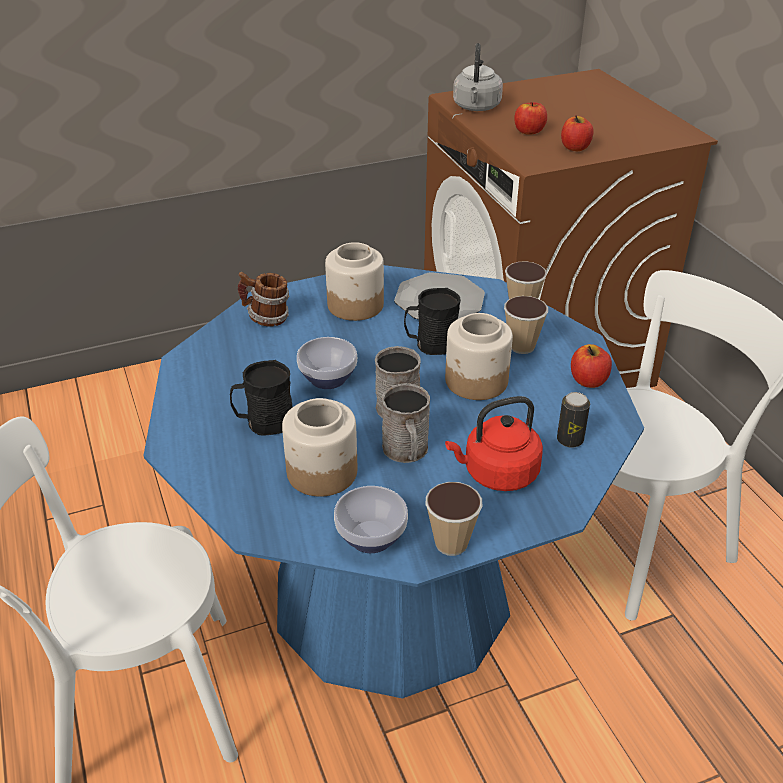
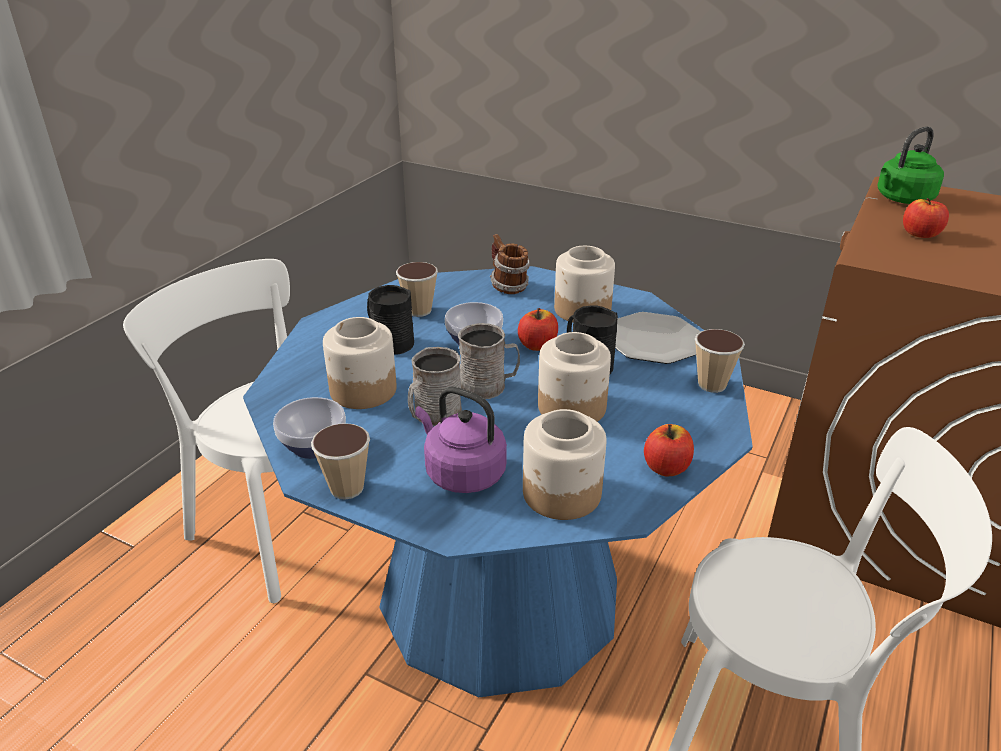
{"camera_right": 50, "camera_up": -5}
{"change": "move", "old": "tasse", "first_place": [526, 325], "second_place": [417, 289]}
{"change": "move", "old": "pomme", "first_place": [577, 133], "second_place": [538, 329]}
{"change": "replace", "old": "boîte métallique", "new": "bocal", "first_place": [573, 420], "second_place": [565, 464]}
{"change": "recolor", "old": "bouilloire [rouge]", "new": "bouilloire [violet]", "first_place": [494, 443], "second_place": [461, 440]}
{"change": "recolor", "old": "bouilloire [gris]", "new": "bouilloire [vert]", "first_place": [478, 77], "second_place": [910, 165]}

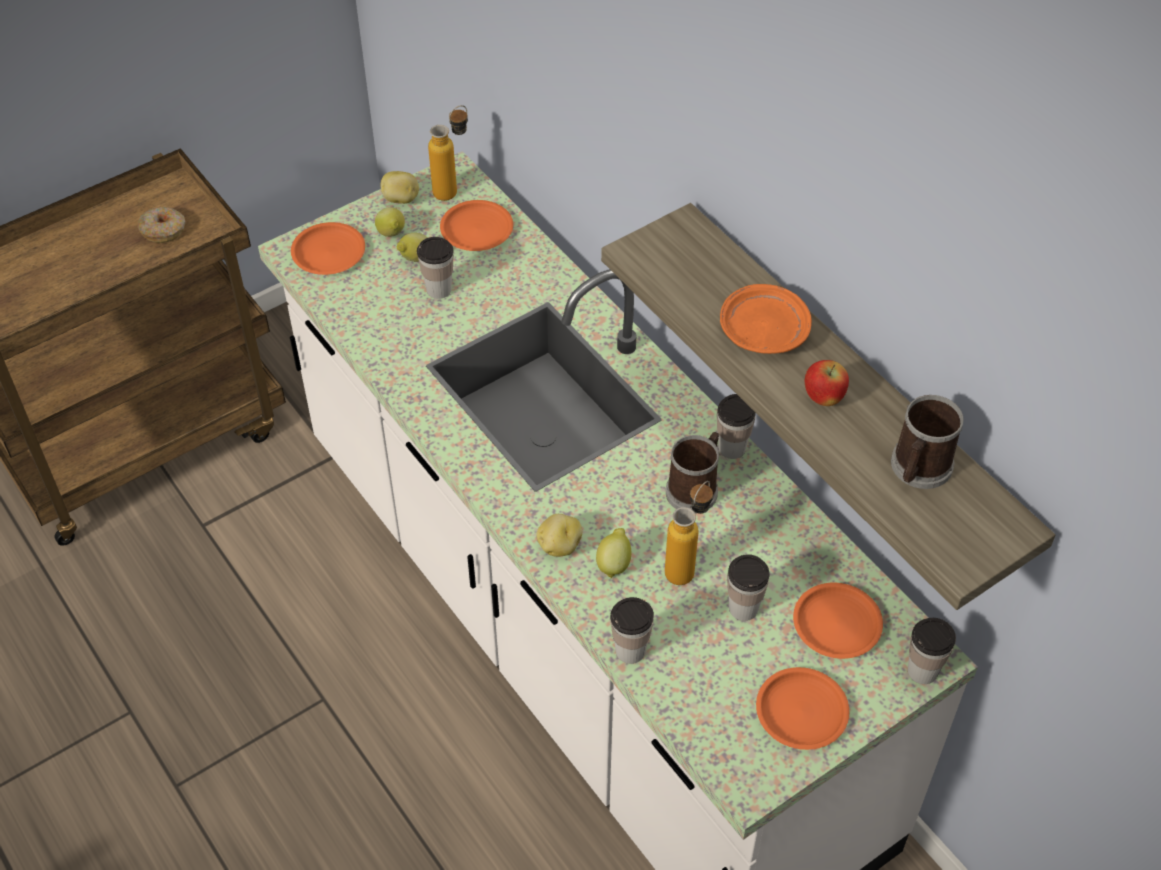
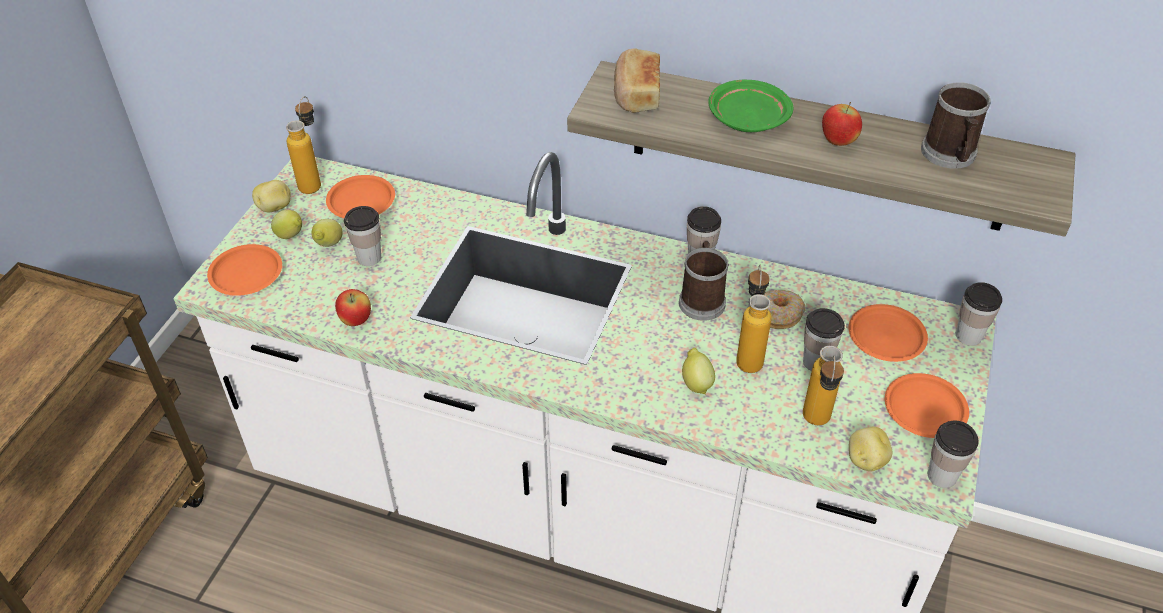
{"camera_right": -35, "camera_up": -5}
{"change": "insert", "new": "pomme", "second_place": [353, 307]}
{"change": "insert", "new": "pain", "second_place": [637, 81]}
{"change": "insert", "new": "bouteille", "second_place": [823, 385]}
{"change": "move", "old": "beignet", "first_place": [161, 224], "second_place": [785, 309]}
{"change": "move", "old": "pomme de terre", "first_place": [559, 535], "second_place": [870, 449]}
{"change": "move", "old": "tasse", "first_place": [632, 630], "second_place": [953, 454]}
{"change": "recolor", "old": "assiette [orange]", "new": "assiette [vert]", "first_place": [766, 319], "second_place": [750, 106]}

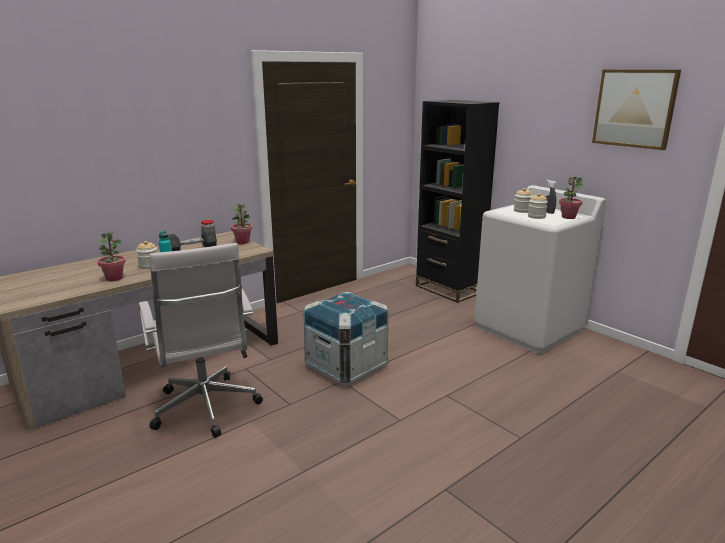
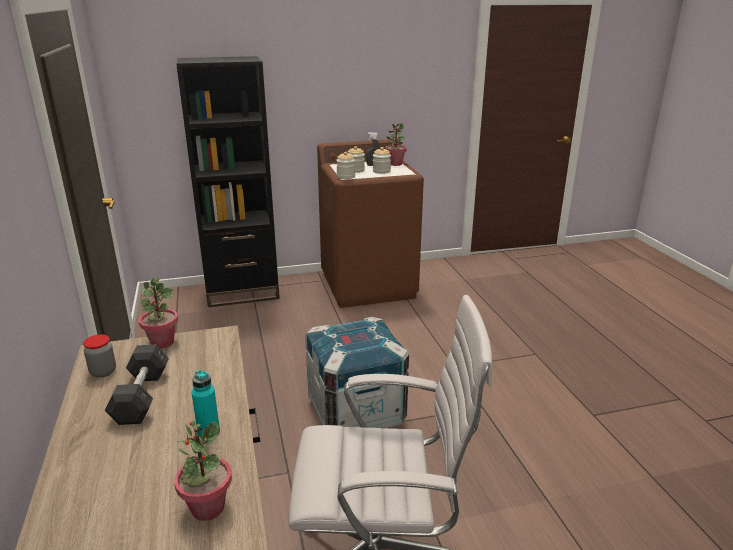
{"camera_right": -65, "camera_up": 5}
{"change": "delete", "old": "tableau", "first_place": [636, 110]}
{"change": "move", "old": "bocal", "first_place": [146, 255], "second_place": [345, 165]}
{"change": "recolor", "old": "lave-linge [blanc]", "new": "lave-linge [marron]", "first_place": [540, 269], "second_place": [370, 223]}

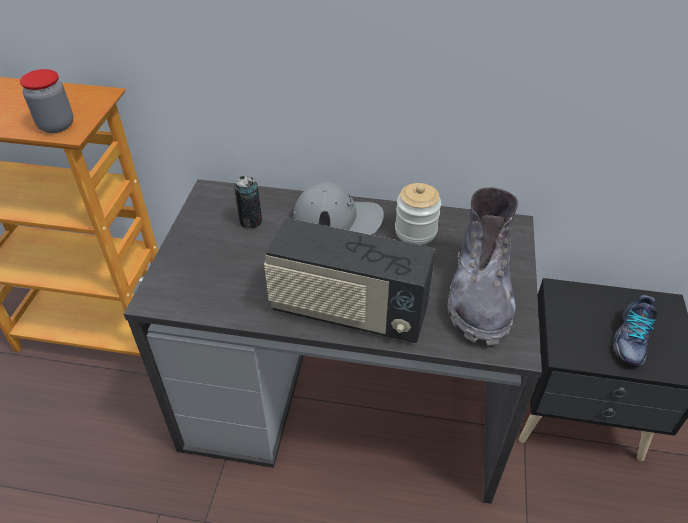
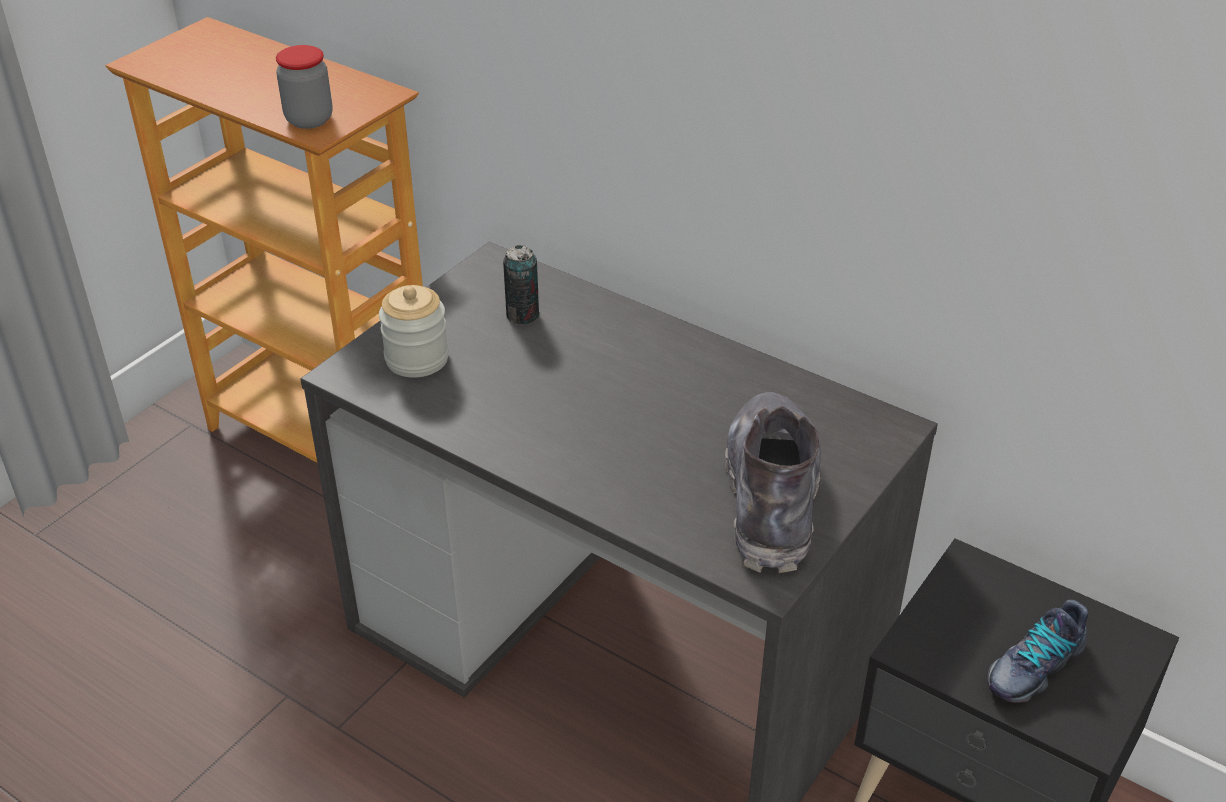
{"camera_right": 25, "camera_up": -5}
{"change": "delete", "old": "radio", "first_place": [350, 280]}
{"change": "delete", "old": "casquette [gris]", "first_place": [338, 208]}
{"change": "move", "old": "bocal", "first_place": [418, 214], "second_place": [414, 331]}
{"change": "rotate", "old": "botte [gris]", "first_place": [483, 267], "second_place": [773, 482], "degrees": 150}

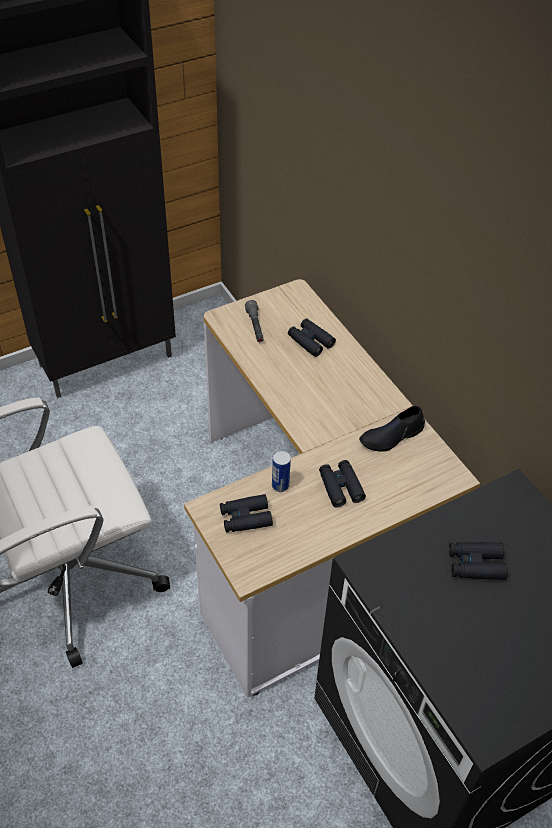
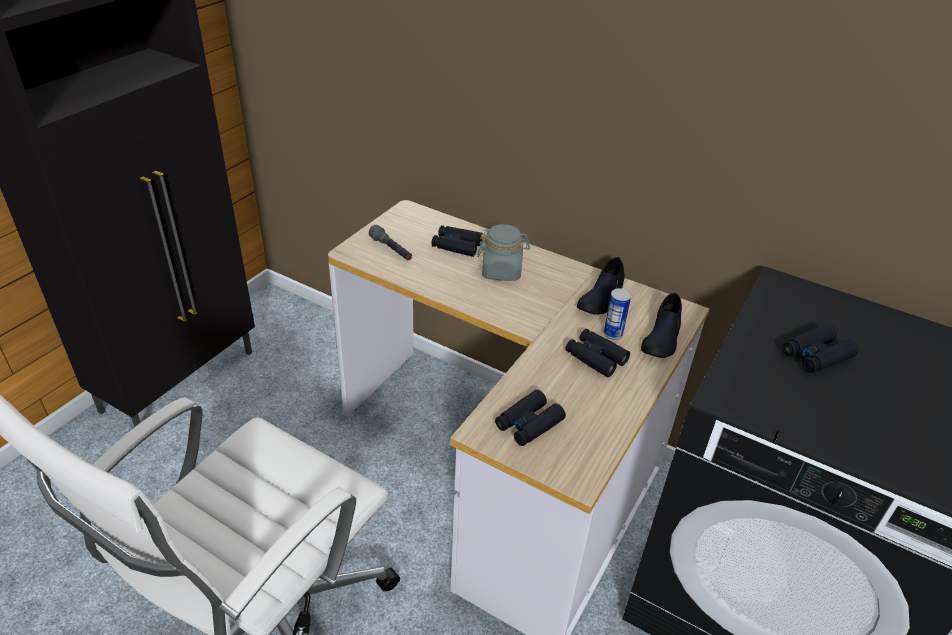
{"camera_right": -30, "camera_up": -10}
{"change": "insert", "new": "bocal [gris]", "second_place": [503, 252]}
{"change": "insert", "new": "chaussure [noir]", "second_place": [661, 325]}
{"change": "move", "old": "boîte métallique", "first_place": [281, 471], "second_place": [617, 314]}

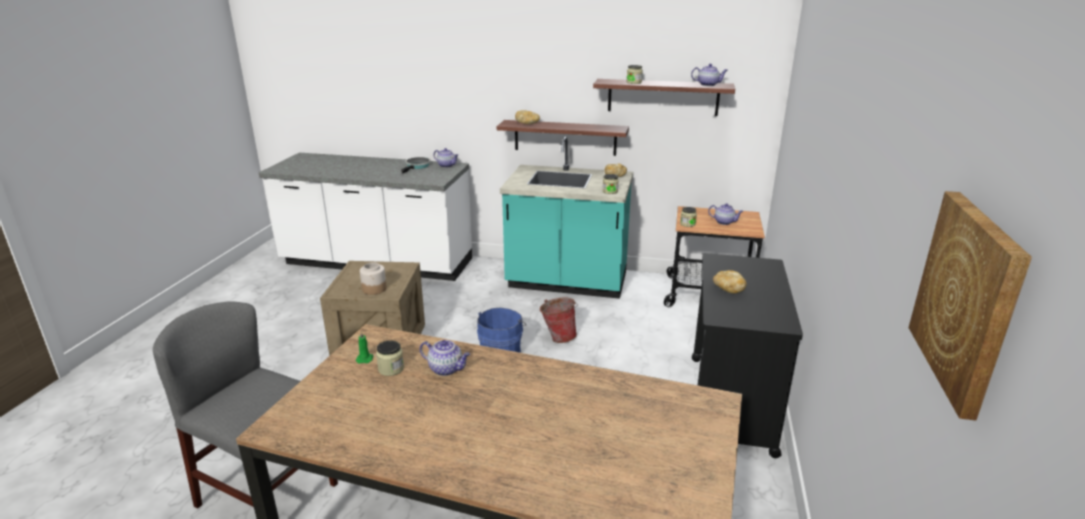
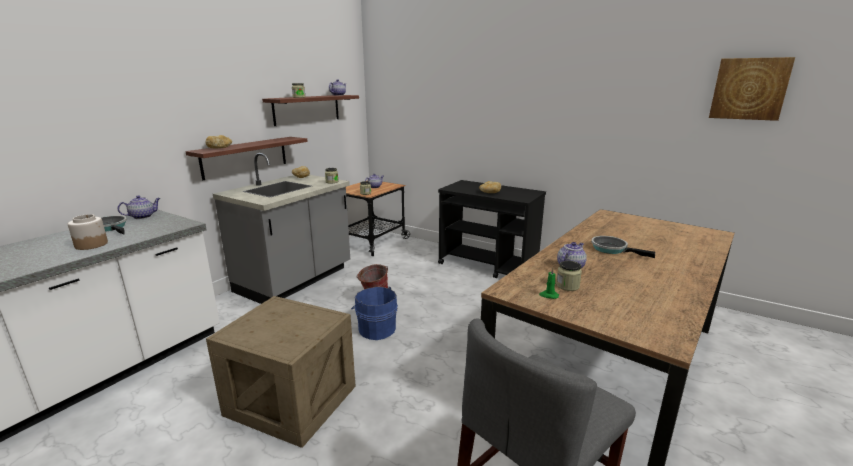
{"camera_right": -70, "camera_up": -5}
{"change": "insert", "new": "poêle", "second_place": [623, 247]}
{"change": "move", "old": "bocal", "first_place": [373, 278], "second_place": [88, 232]}
{"change": "recolor", "old": "comptoir de cuisine [turquoise]", "new": "comptoir de cuisine [gris]", "first_place": [566, 218], "second_place": [281, 228]}

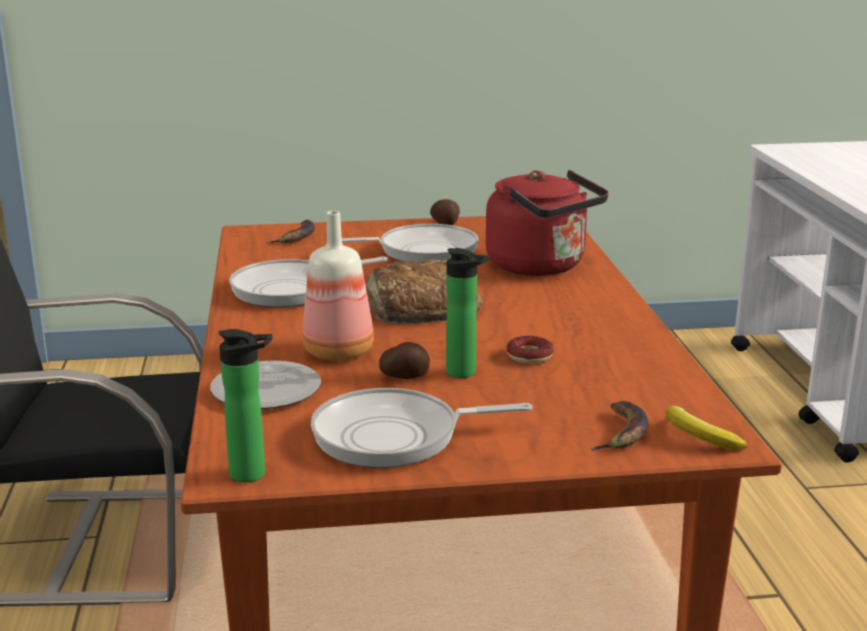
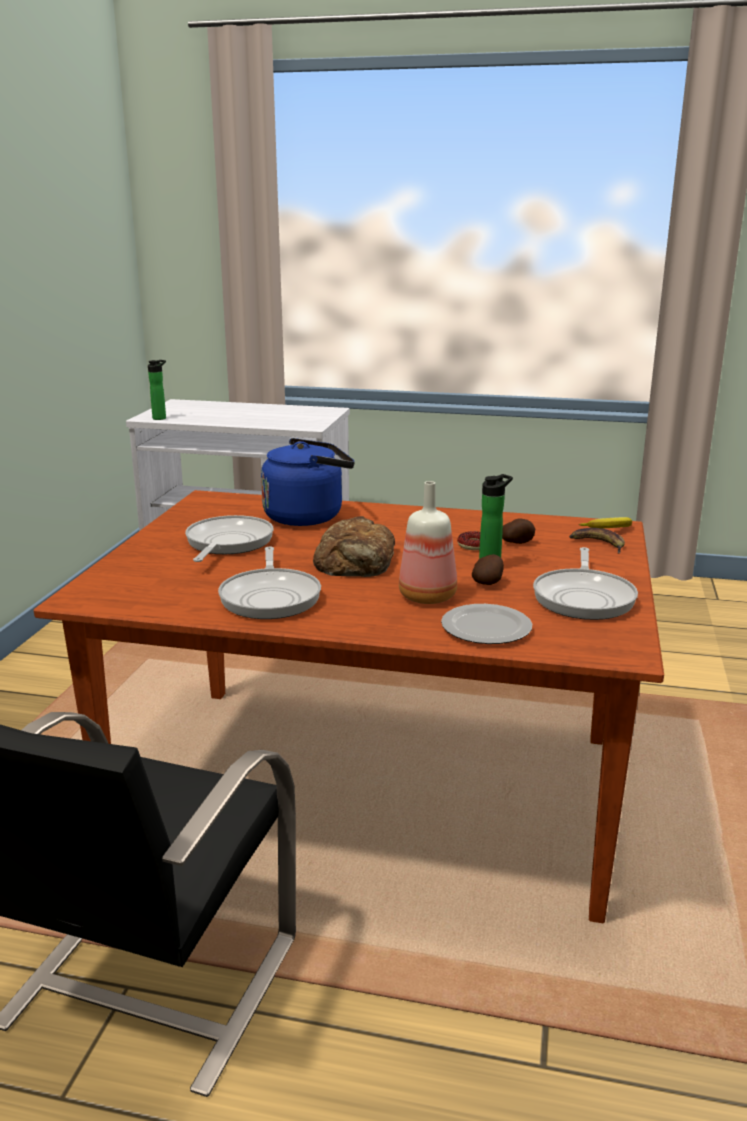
{"camera_right": -70, "camera_up": 0}
{"change": "delete", "old": "banane", "first_place": [291, 232]}
{"change": "move", "old": "bouteille", "first_place": [245, 406], "second_place": [157, 390]}
{"change": "move", "old": "pomme de terre", "first_place": [445, 212], "second_place": [518, 531]}
{"change": "recolor", "old": "bouilloire [rouge]", "new": "bouilloire [bleu]", "first_place": [547, 223], "second_place": [308, 482]}

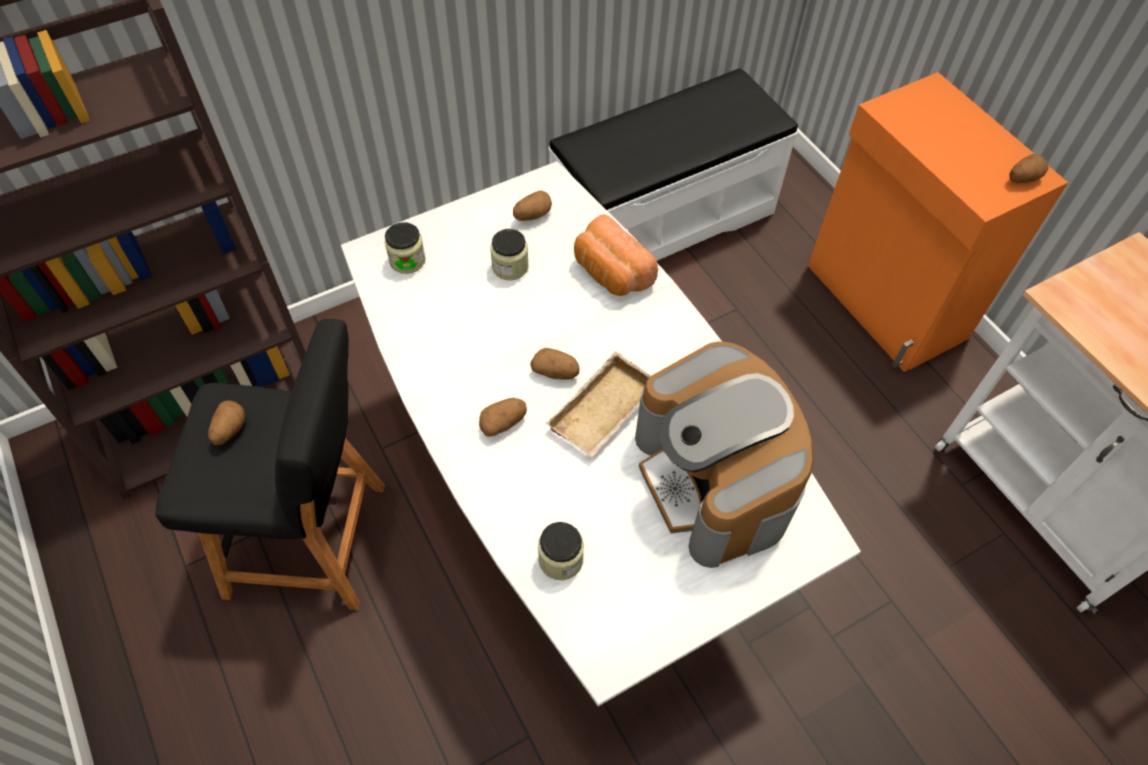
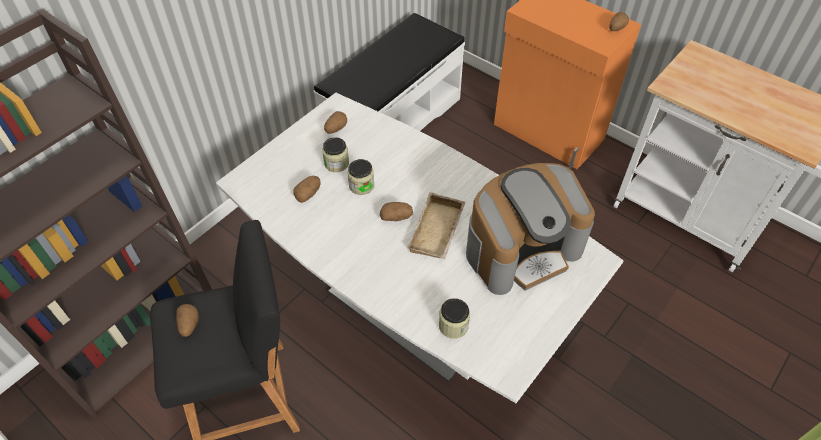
{"camera_right": -20, "camera_up": -5}
{"change": "delete", "old": "pain", "first_place": [616, 255]}
{"change": "move", "old": "bocal", "first_place": [405, 248], "second_place": [361, 177]}
{"change": "move", "old": "pomme de terre", "first_place": [503, 417], "second_place": [307, 189]}
{"change": "rotate", "old": "machine à café", "first_place": [724, 454], "second_place": [530, 229], "degrees": -75}

